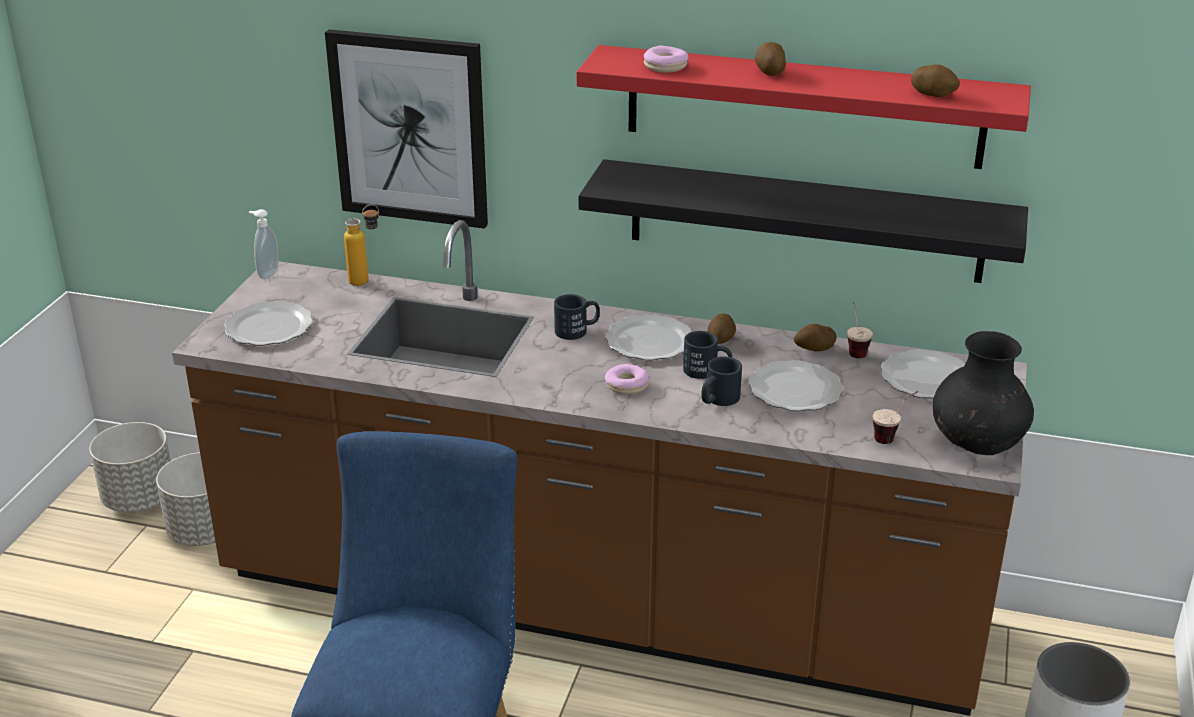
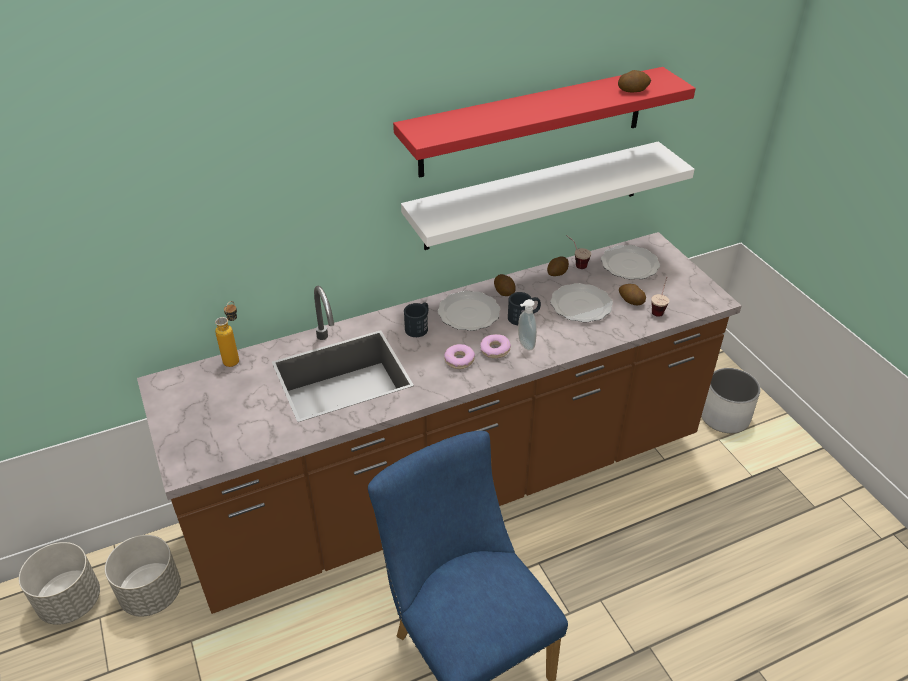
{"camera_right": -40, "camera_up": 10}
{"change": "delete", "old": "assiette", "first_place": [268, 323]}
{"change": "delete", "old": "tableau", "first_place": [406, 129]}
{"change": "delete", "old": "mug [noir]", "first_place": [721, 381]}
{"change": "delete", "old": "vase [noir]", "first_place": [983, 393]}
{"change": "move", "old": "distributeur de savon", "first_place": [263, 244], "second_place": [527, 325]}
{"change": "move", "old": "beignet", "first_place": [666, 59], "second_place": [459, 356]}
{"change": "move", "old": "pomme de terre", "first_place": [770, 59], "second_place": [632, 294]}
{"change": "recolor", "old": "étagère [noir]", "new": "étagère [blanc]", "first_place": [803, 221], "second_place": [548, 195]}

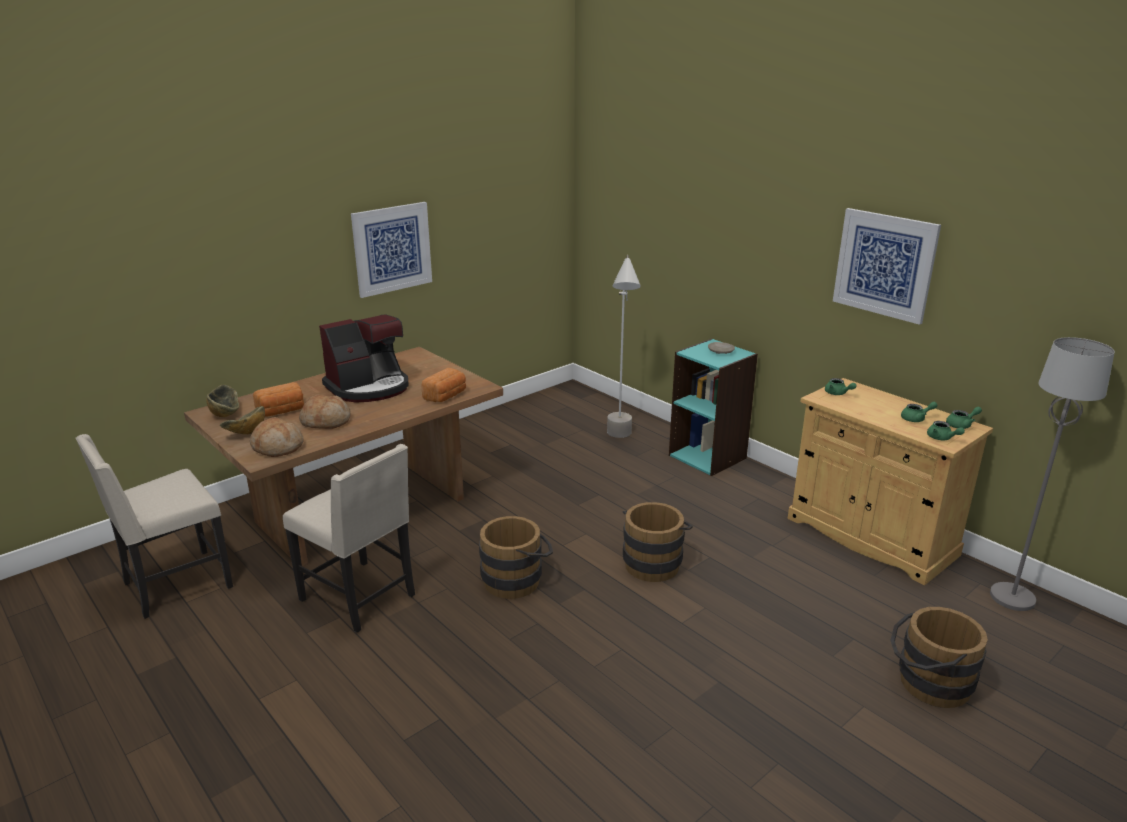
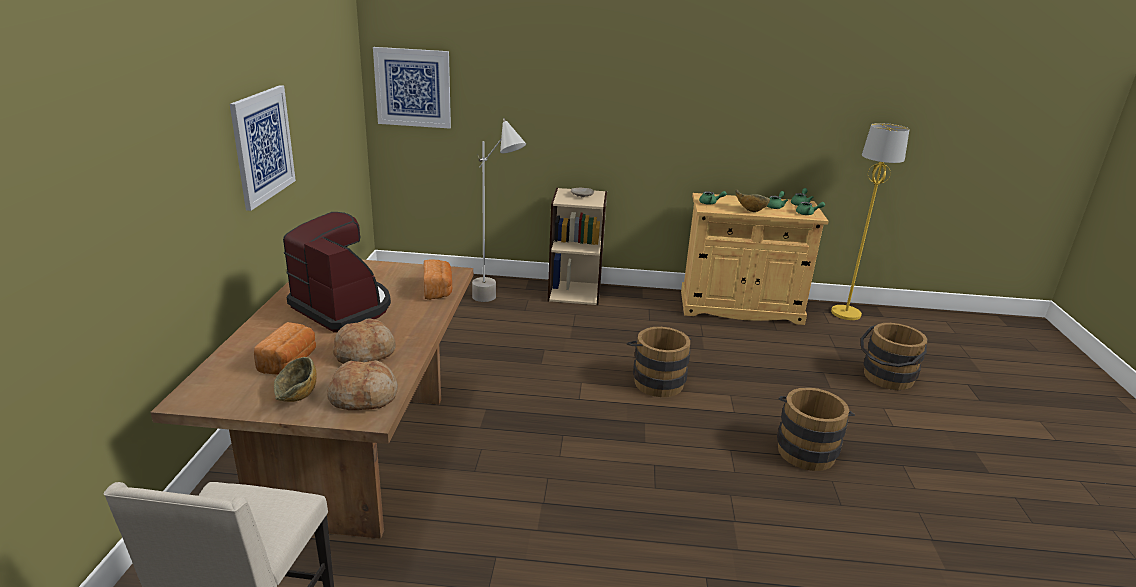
{"camera_right": -45, "camera_up": 0}
{"change": "delete", "old": "chaise [beige]", "first_place": [349, 538]}
{"change": "move", "old": "bol", "first_place": [222, 401], "second_place": [752, 200]}
{"change": "move", "old": "seau [marron]", "first_place": [516, 557], "second_place": [816, 429]}
{"change": "move", "old": "tableau", "first_place": [887, 266], "second_place": [412, 88]}
{"change": "recolor", "old": "bibliothèque [turquoise]", "new": "bibliothèque [beige]", "first_place": [713, 407], "second_place": [577, 246]}
{"change": "recolor", "old": "lampadaire [gris]", "new": "lampadaire [jaune]", "first_place": [1052, 474], "second_place": [870, 221]}
{"change": "rotate", "old": "machine à café", "first_place": [363, 358], "second_place": [337, 272], "degrees": -60}

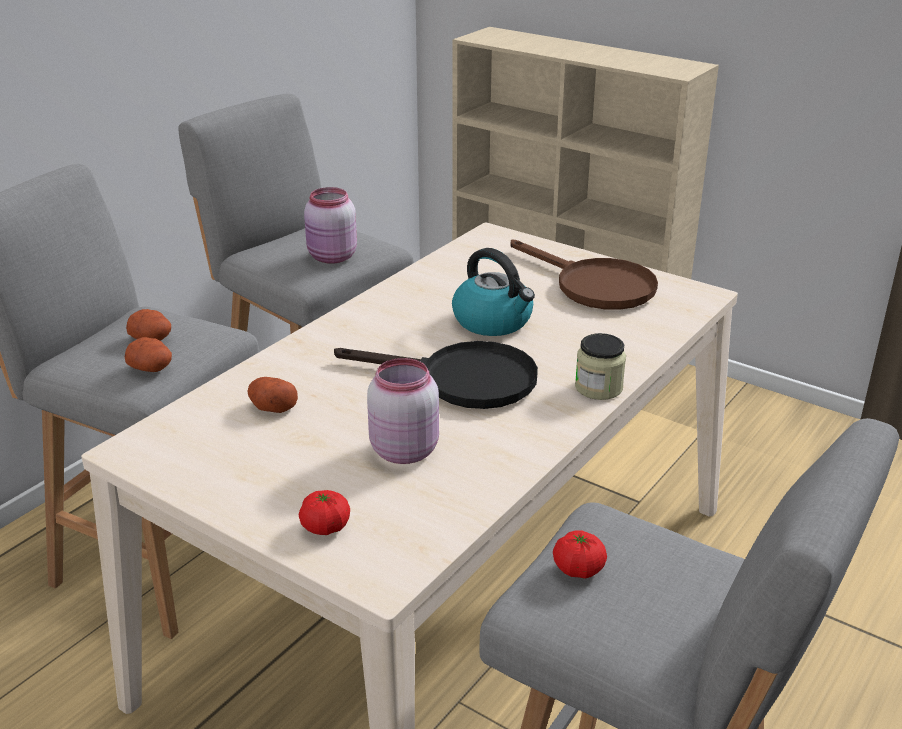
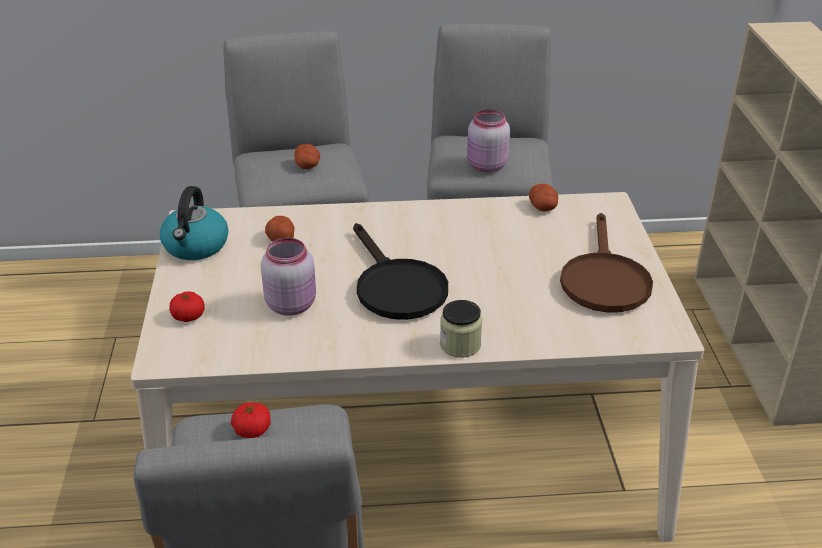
{"camera_right": 50, "camera_up": 5}
{"change": "move", "old": "pomme de terre", "first_place": [148, 354], "second_place": [543, 198]}
{"change": "move", "old": "bouilloire", "first_place": [493, 292], "second_place": [194, 223]}

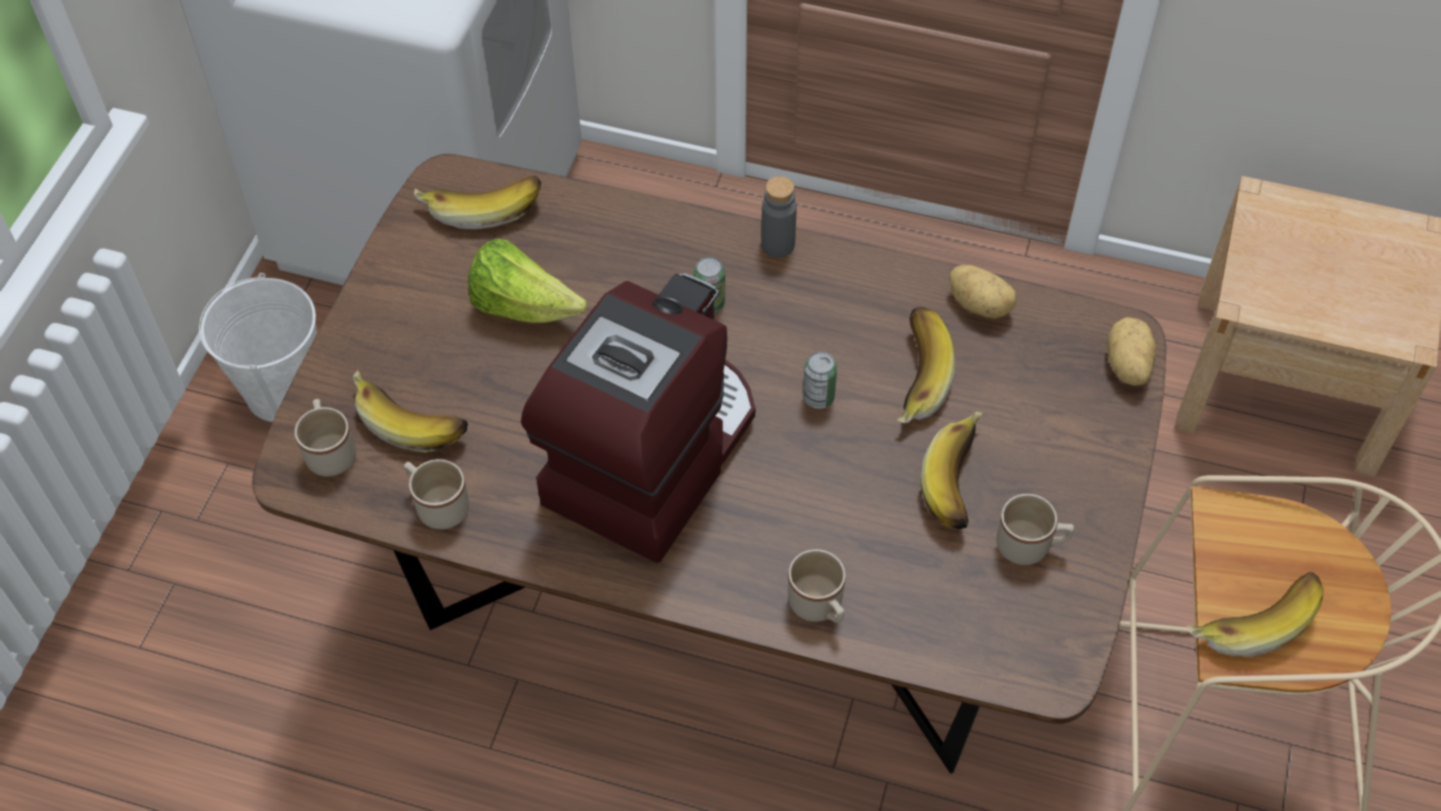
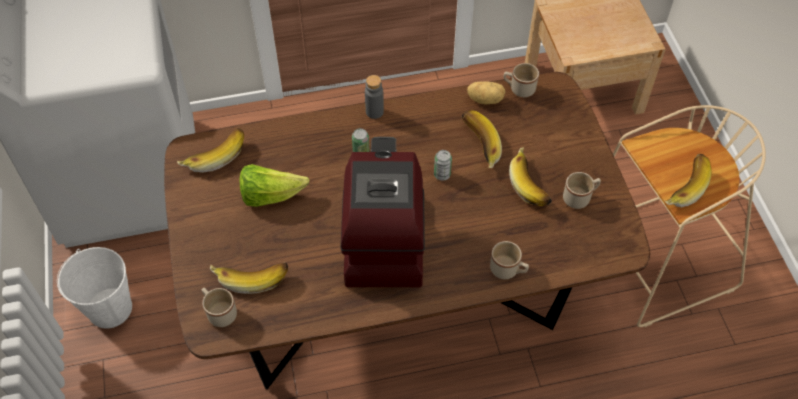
{"camera_right": -30, "camera_up": 0}
{"change": "delete", "old": "pomme de terre", "first_place": [1131, 351]}
{"change": "move", "old": "mug [beige]", "first_place": [436, 494], "second_place": [521, 80]}

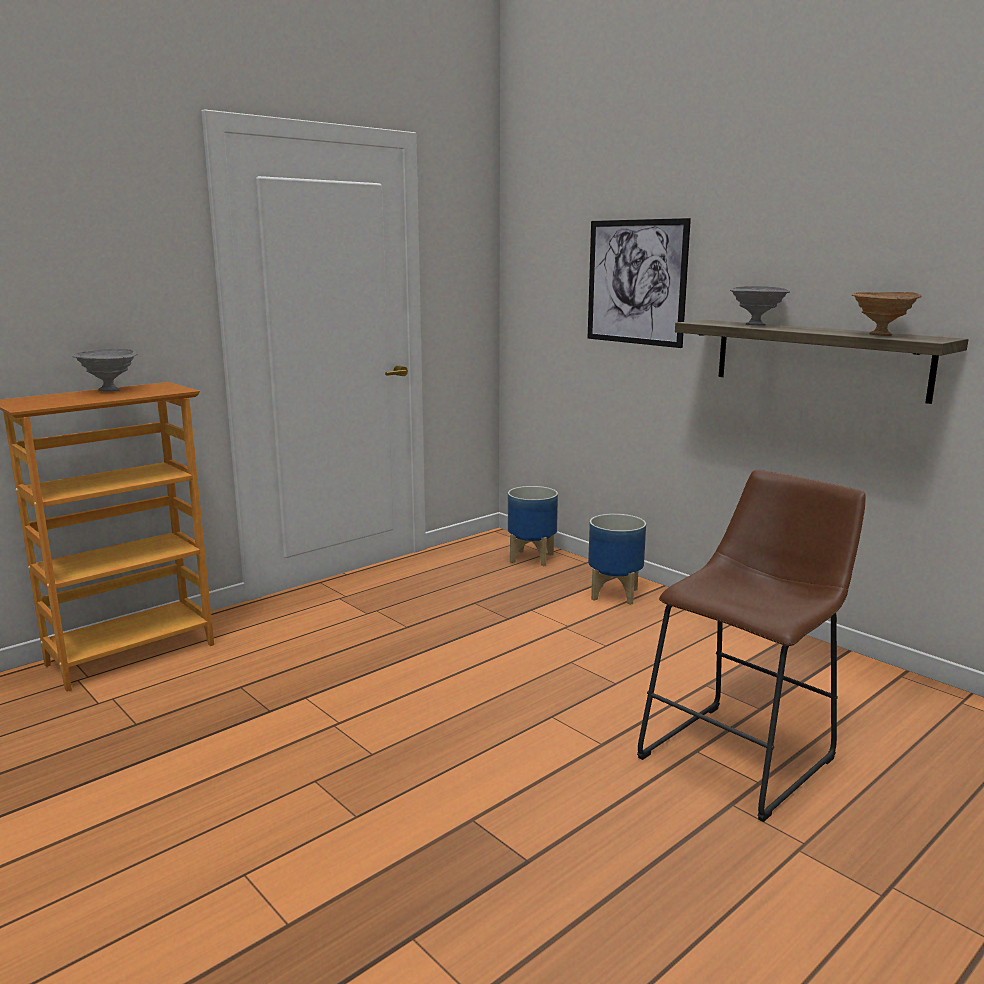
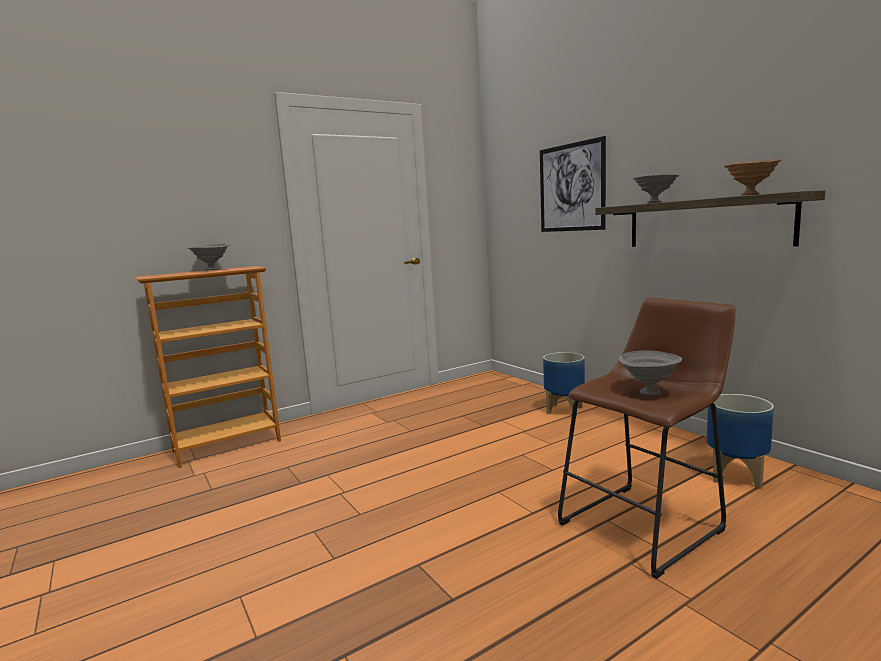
{"camera_right": 10, "camera_up": -5}
{"change": "insert", "new": "bol [gris]", "second_place": [650, 373]}
{"change": "move", "old": "cache-pot", "first_place": [533, 526], "second_place": [740, 441]}

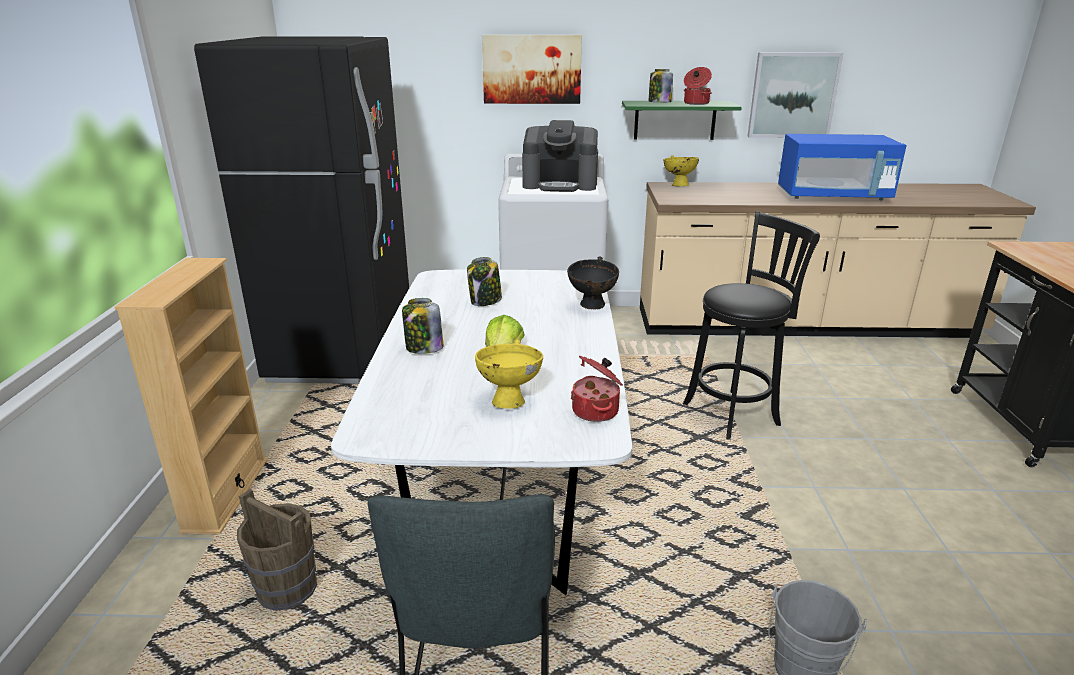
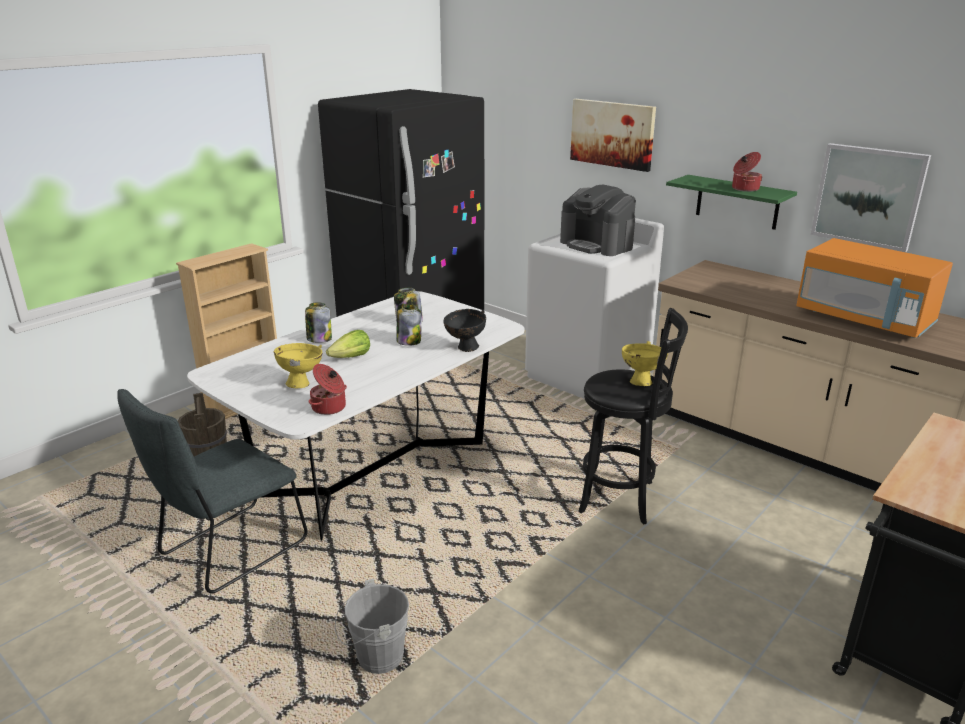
{"camera_right": 40, "camera_up": 0}
{"change": "move", "old": "bocal", "first_place": [661, 85], "second_place": [409, 325]}
{"change": "move", "old": "bol [jaune]", "first_place": [681, 171], "second_place": [645, 363]}
{"change": "recolor", "old": "micro-ondes [bleu]", "new": "micro-ondes [orange]", "first_place": [842, 167], "second_place": [874, 288]}

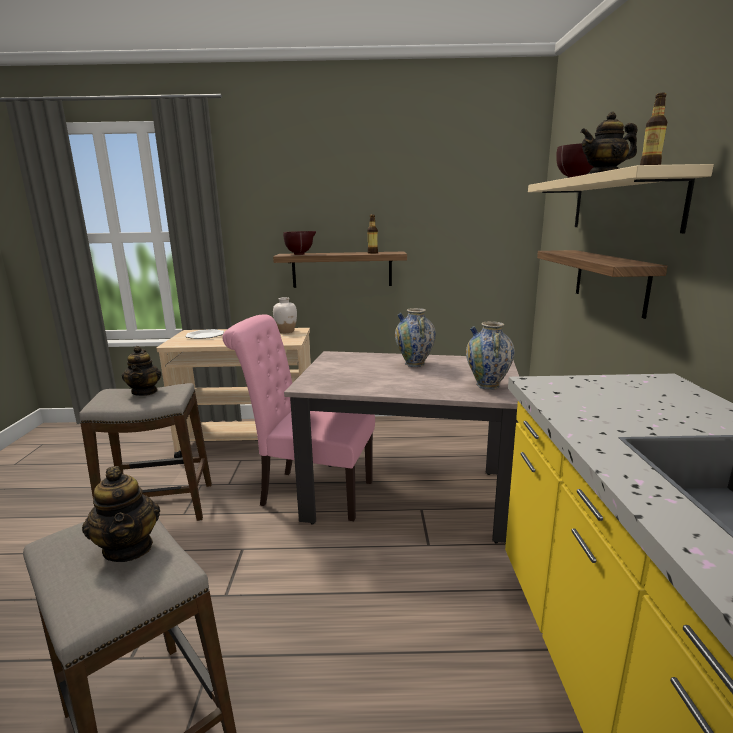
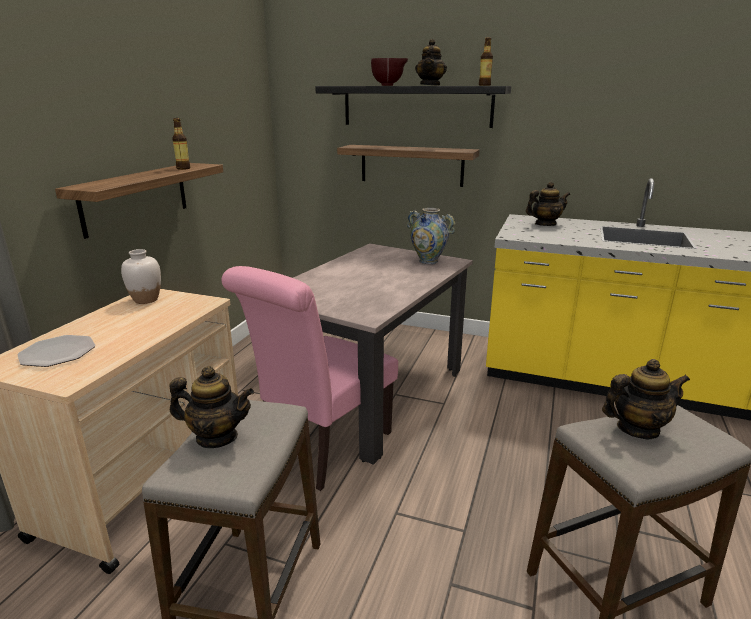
{"camera_right": -70, "camera_up": 5}
{"change": "delete", "old": "bol [marron]", "first_place": [299, 243]}
{"change": "delete", "old": "vase", "first_place": [415, 337]}
{"change": "insert", "new": "théière", "second_place": [548, 204]}
{"change": "recolor", "old": "étagère [beige]", "new": "étagère [noir]", "first_place": [621, 198], "second_place": [413, 107]}

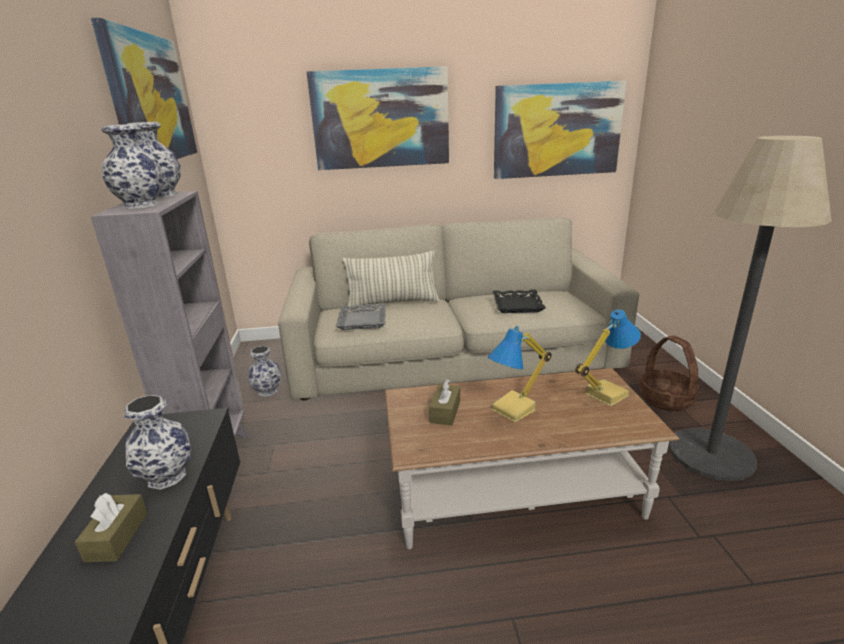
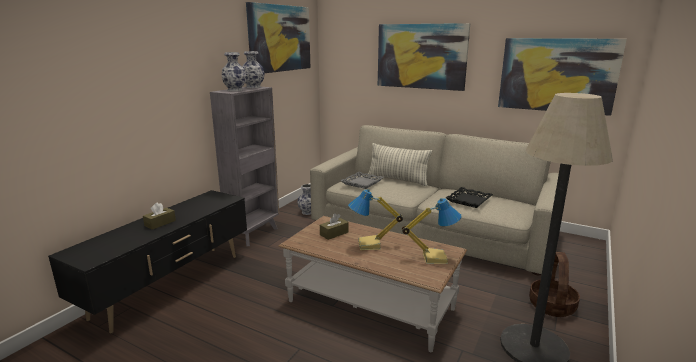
{"camera_right": 35, "camera_up": -5}
{"change": "delete", "old": "vase", "first_place": [157, 442]}

